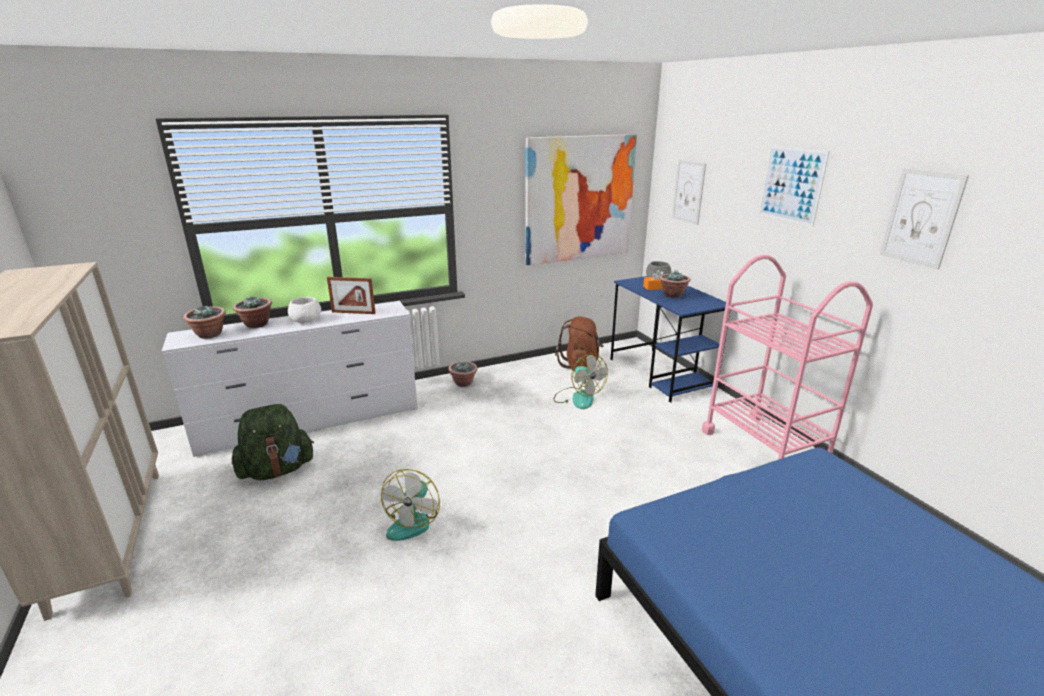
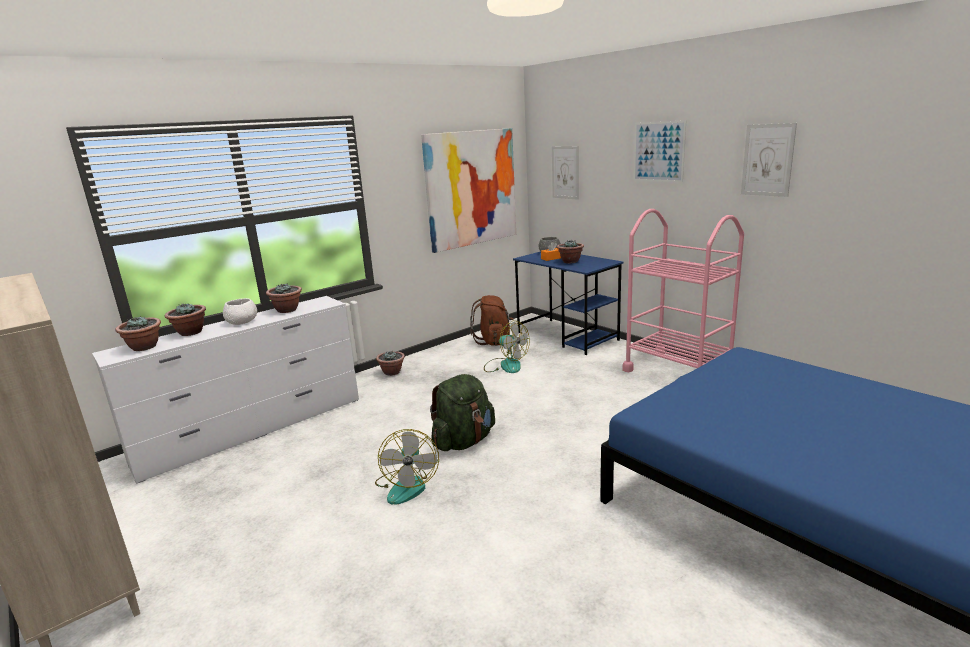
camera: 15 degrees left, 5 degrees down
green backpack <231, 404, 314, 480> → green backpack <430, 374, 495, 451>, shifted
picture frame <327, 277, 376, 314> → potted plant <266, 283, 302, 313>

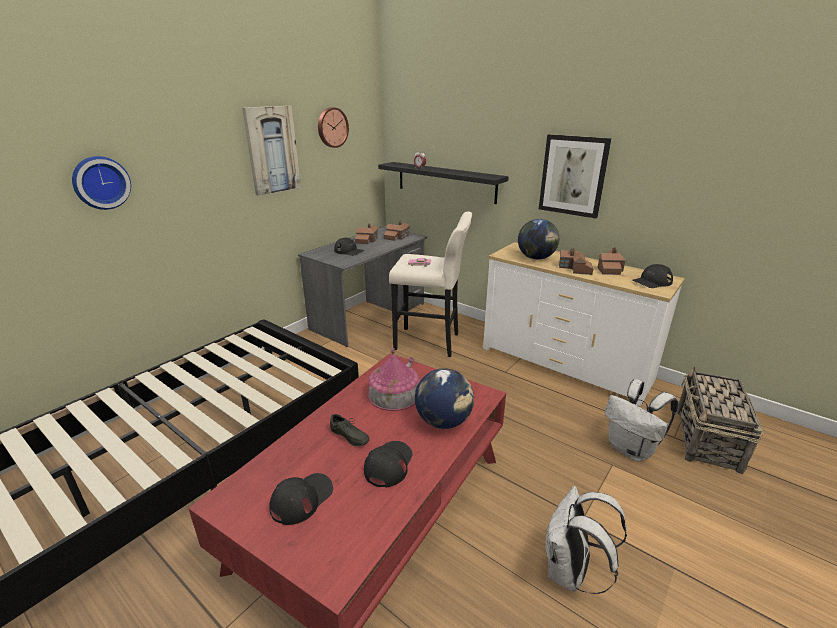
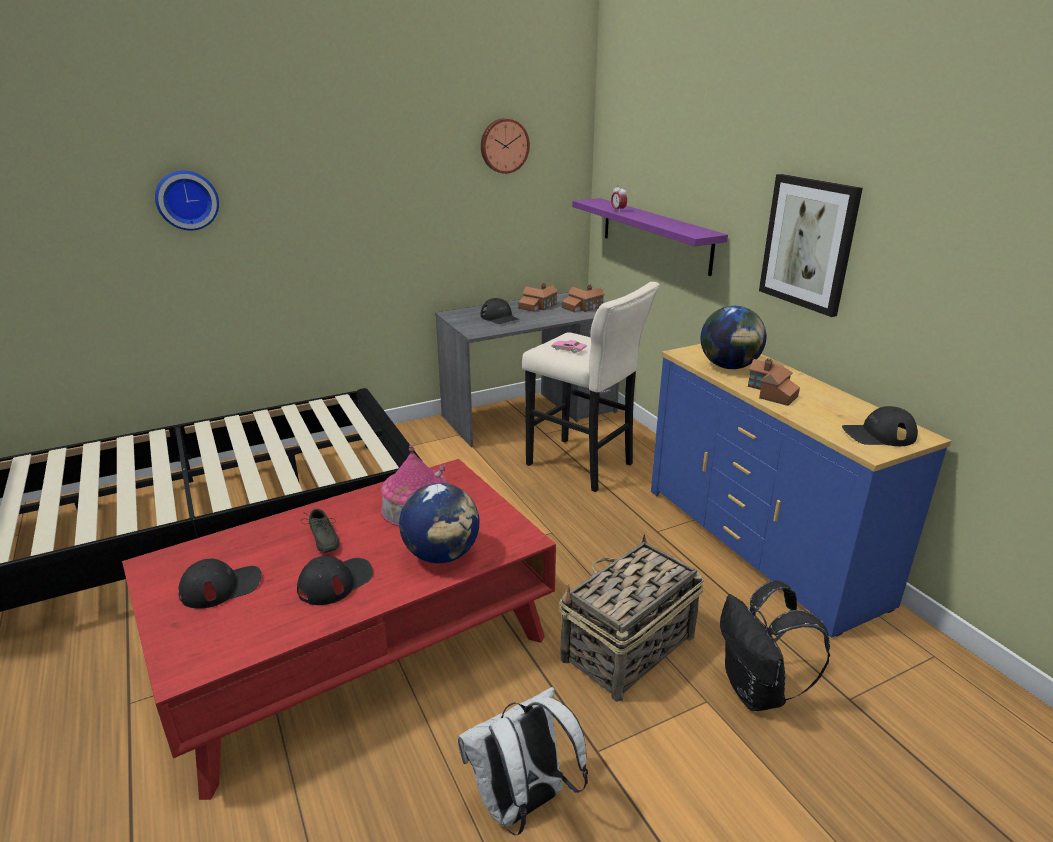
camera: 25 degrees right, 0 degrees up
picture <242, 106, 301, 196> → -
toy house <597, 247, 627, 275> → -
basket <676, 367, 763, 474> → basket <559, 534, 704, 702>, shifted
black shelf <378, 162, 509, 204> → purple shelf <572, 198, 728, 276>
white dresser <483, 242, 685, 406> → blue dresser <651, 344, 951, 638>
white backpack <605, 379, 679, 462> → black backpack <720, 580, 830, 711>

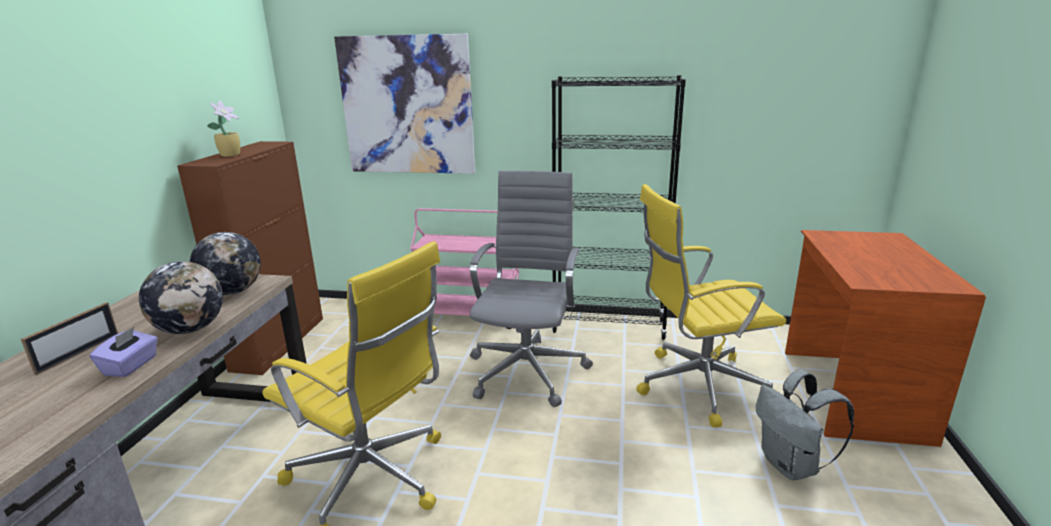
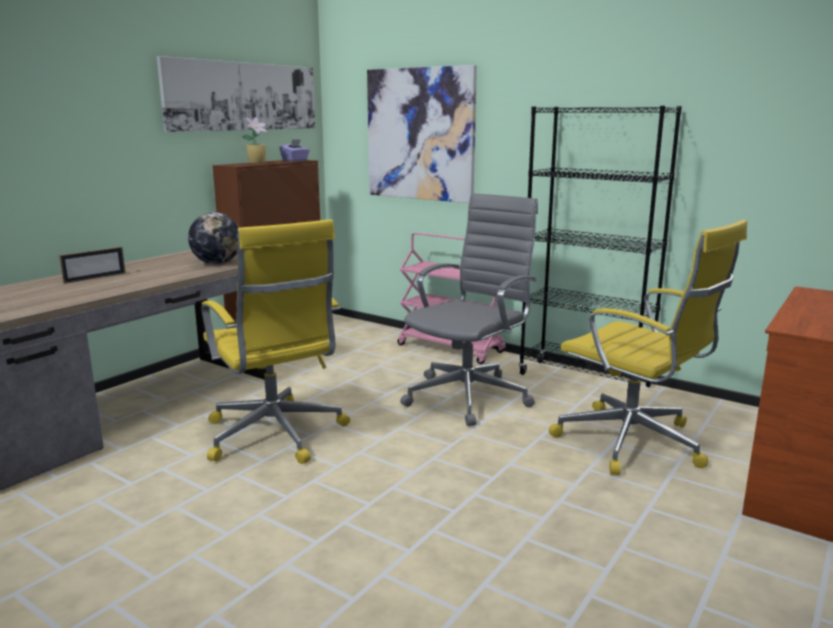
camera: 25 degrees right, 5 degrees down
globe <139, 261, 223, 334> → -
grey backpack <756, 370, 854, 480> → -
- → picture <157, 56, 315, 132>
purple tissue box <90, 327, 158, 377> → purple tissue box <280, 139, 310, 162>, shifted
yellow office chair <636, 184, 786, 427> → yellow office chair <549, 220, 747, 475>, 150 degrees counterclockwise

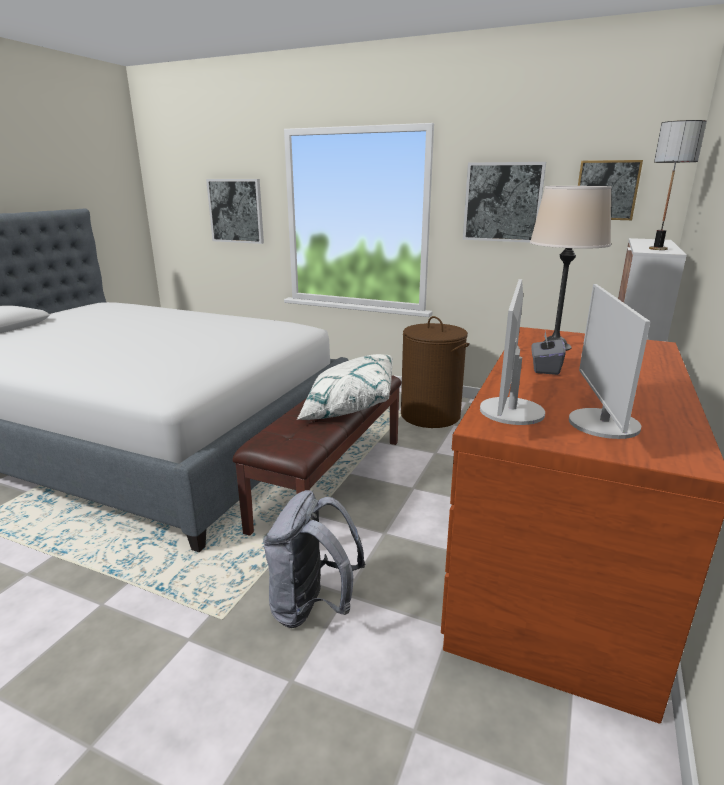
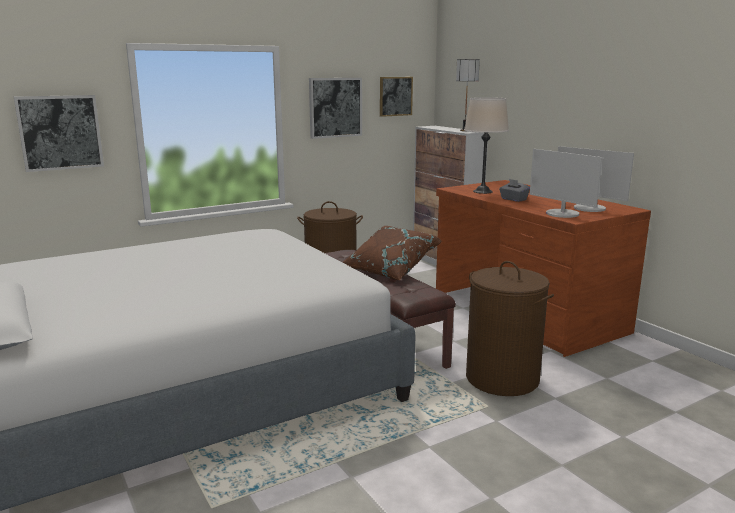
camera: 55 degrees left, 5 degrees down
grey backpack <263, 490, 365, 628> → brown laundry basket <466, 261, 554, 396>
white pillow <296, 354, 393, 420> → brown pillow <342, 226, 442, 280>

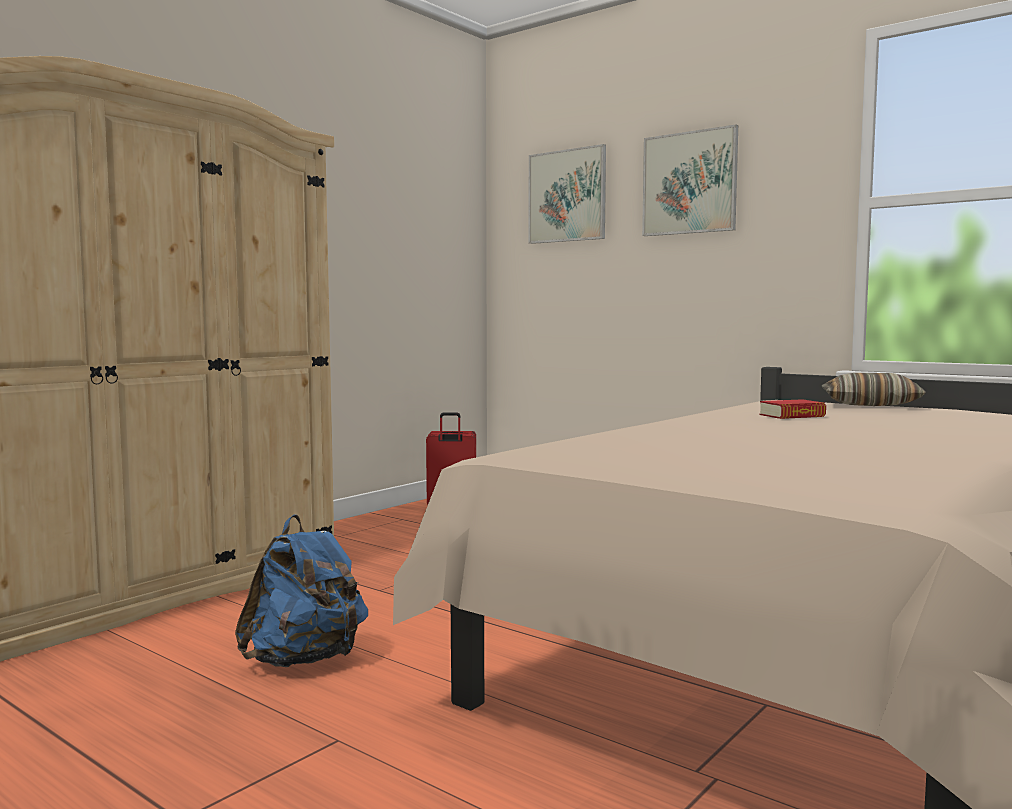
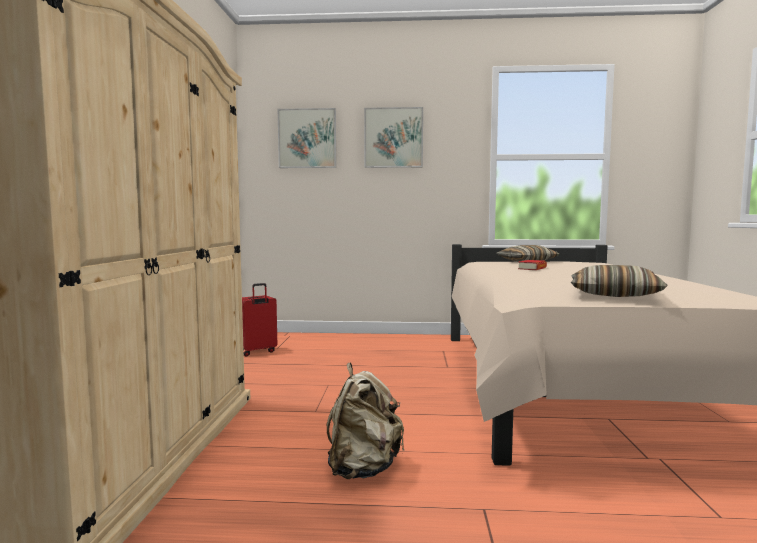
camera: 35 degrees left, 0 degrees up
- → pillow <570, 265, 668, 297>
blue backpack <235, 515, 368, 667> → beige backpack <327, 363, 404, 479>

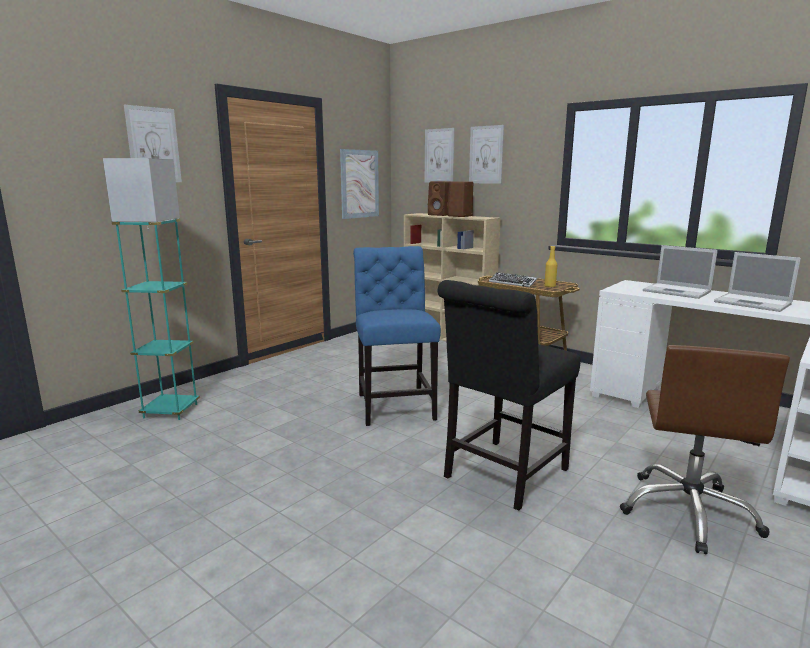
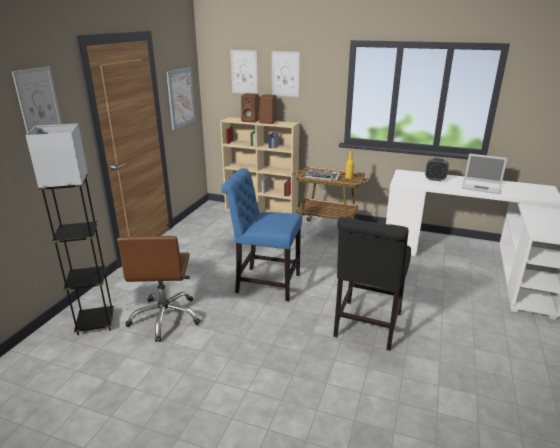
camera: 20 degrees left, 10 degrees up
brown office chair <620, 345, 790, 554> → brown office chair <117, 236, 201, 342>, shifted
laptop <643, 245, 718, 299> → alarm clock <425, 158, 449, 181>
turquoise floor lamp <103, 158, 200, 420> → grey floor lamp <25, 124, 114, 335>
blue chair <353, 246, 441, 426> → blue chair <221, 168, 302, 301>, 45 degrees counterclockwise

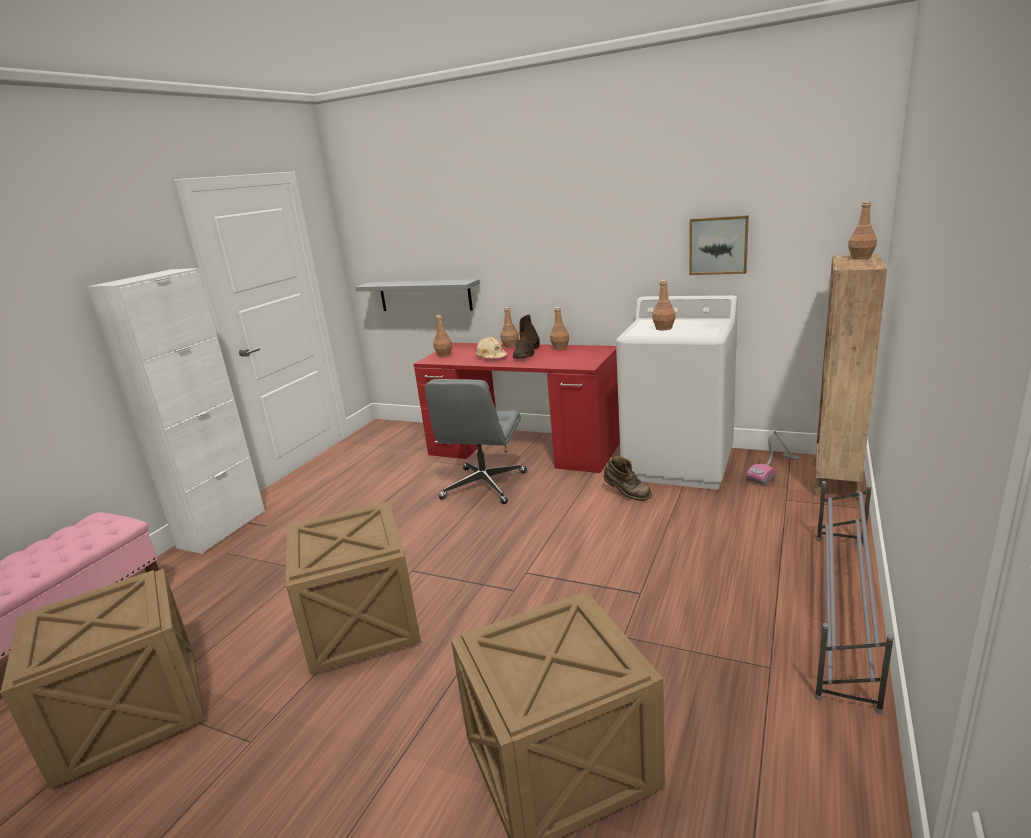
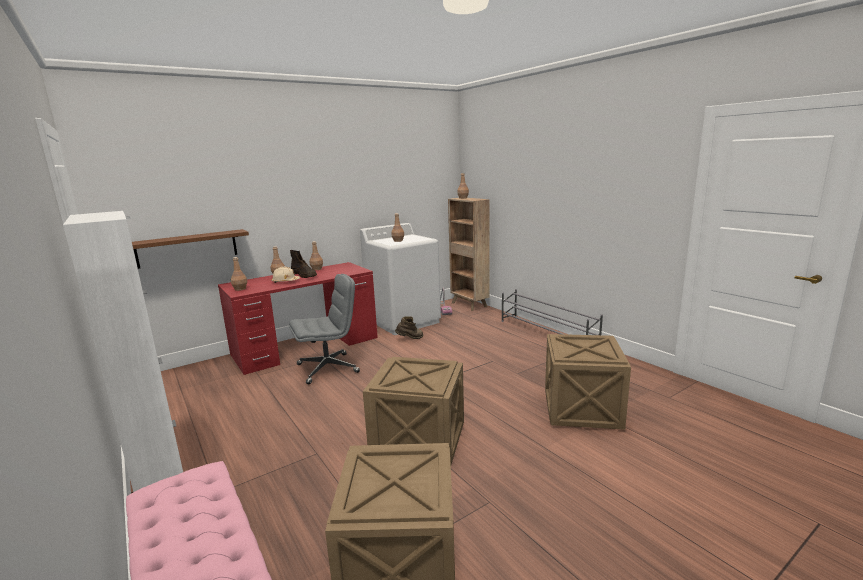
camera: 60 degrees left, 5 degrees down
picture <689, 215, 749, 275> → -
grey shelf <355, 279, 480, 311> → brown shelf <132, 229, 249, 269>
grey office chair <425, 379, 527, 504> → grey office chair <289, 274, 360, 384>, 75 degrees counterclockwise

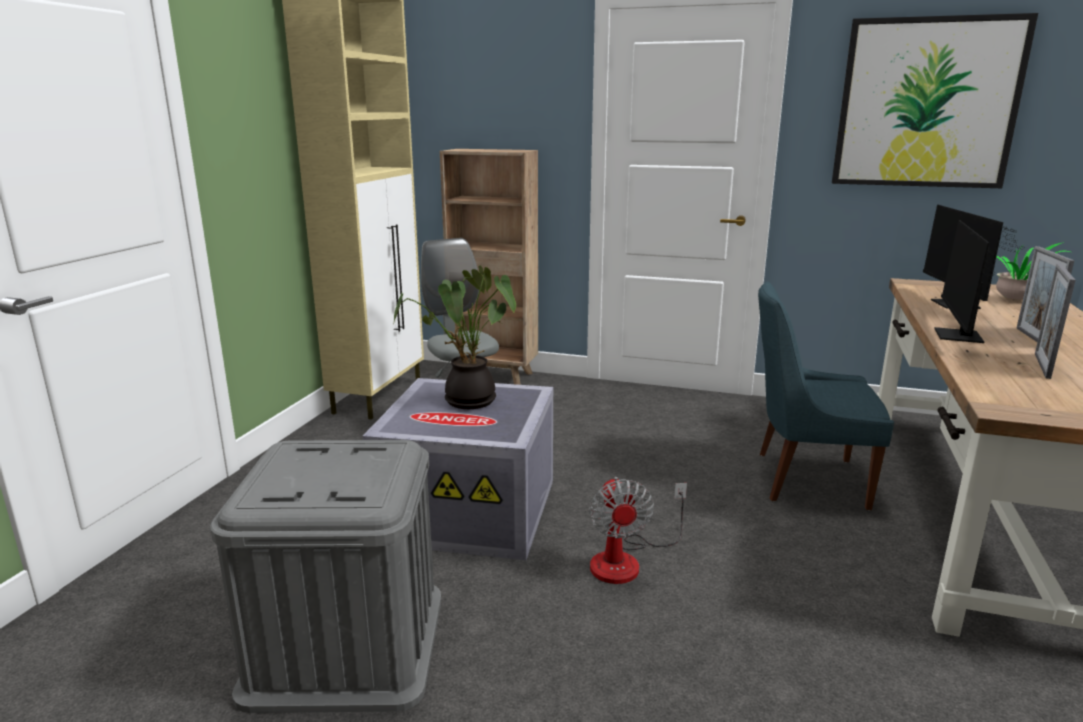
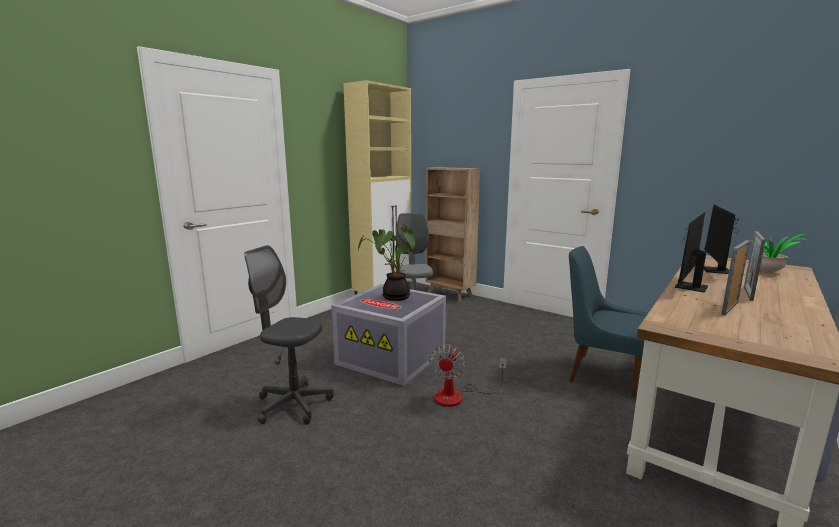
camera: 20 degrees right, 5 degrees down
picture <832, 13, 1038, 188> → -
grey storage box <210, 440, 441, 713> → grey office chair <244, 245, 334, 424>

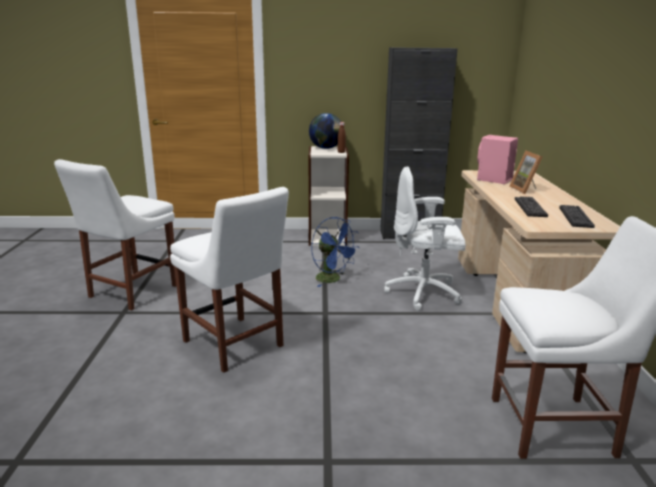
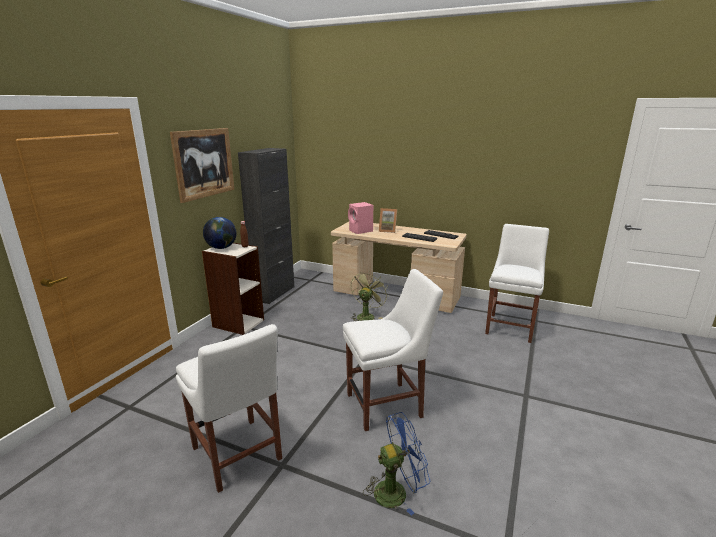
camera: 65 degrees left, 0 degrees up
- → picture <170, 128, 235, 203>
blue fan <312, 217, 360, 287> → blue fan <363, 412, 430, 516>, shifted
white office chair <384, 166, 466, 311> → green fan <351, 271, 389, 321>

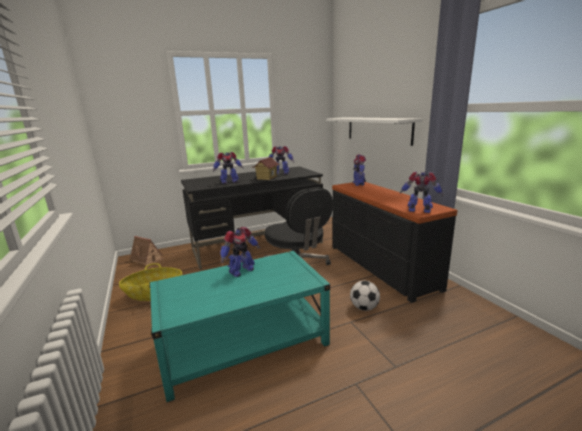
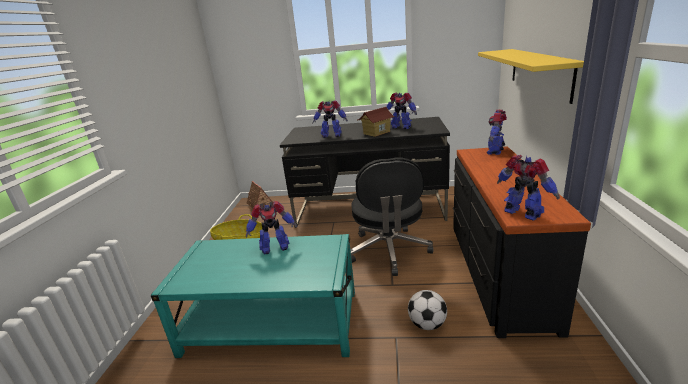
camera: 30 degrees right, 5 degrees up
white shelf <326, 117, 423, 146> → yellow shelf <478, 49, 584, 104>

